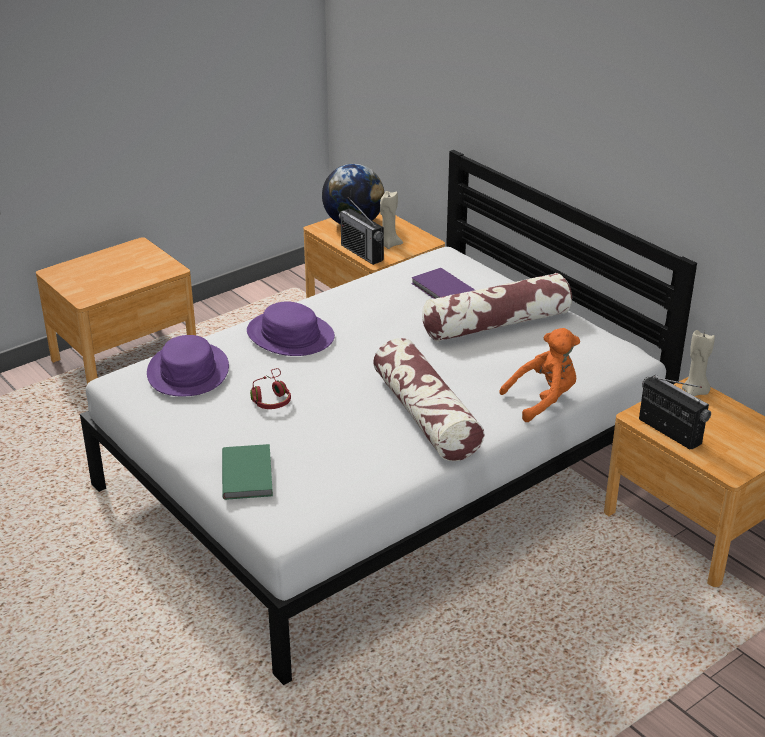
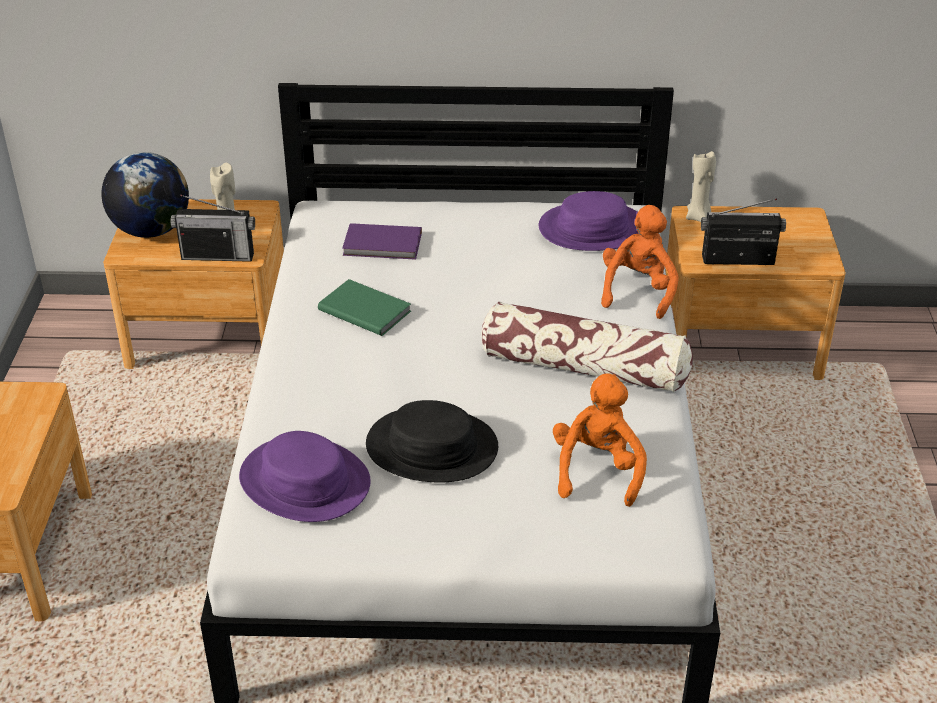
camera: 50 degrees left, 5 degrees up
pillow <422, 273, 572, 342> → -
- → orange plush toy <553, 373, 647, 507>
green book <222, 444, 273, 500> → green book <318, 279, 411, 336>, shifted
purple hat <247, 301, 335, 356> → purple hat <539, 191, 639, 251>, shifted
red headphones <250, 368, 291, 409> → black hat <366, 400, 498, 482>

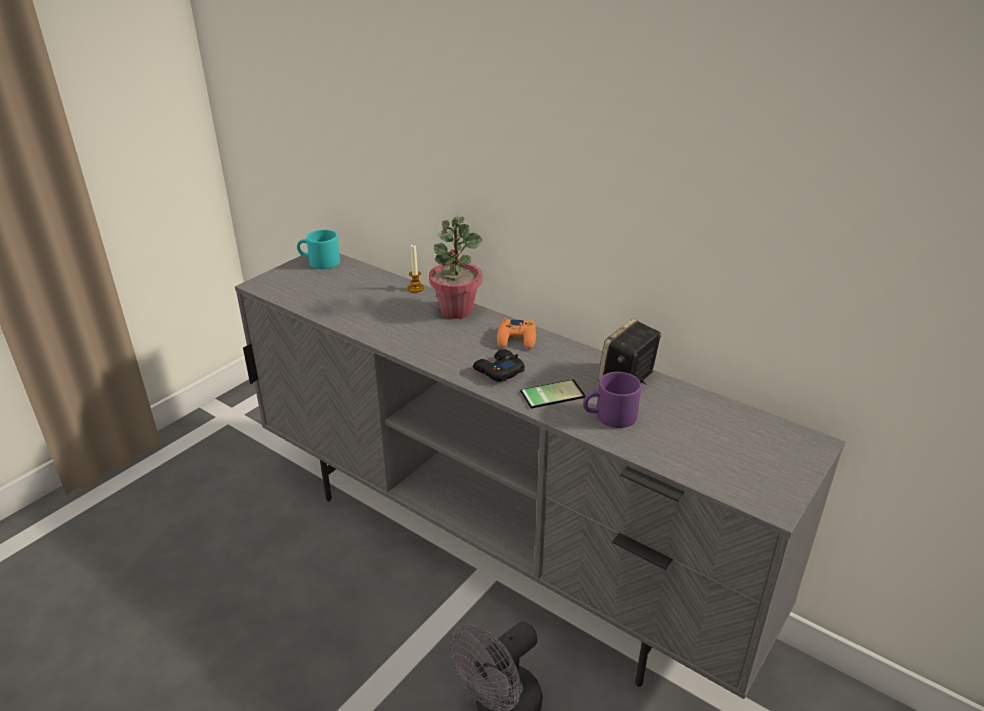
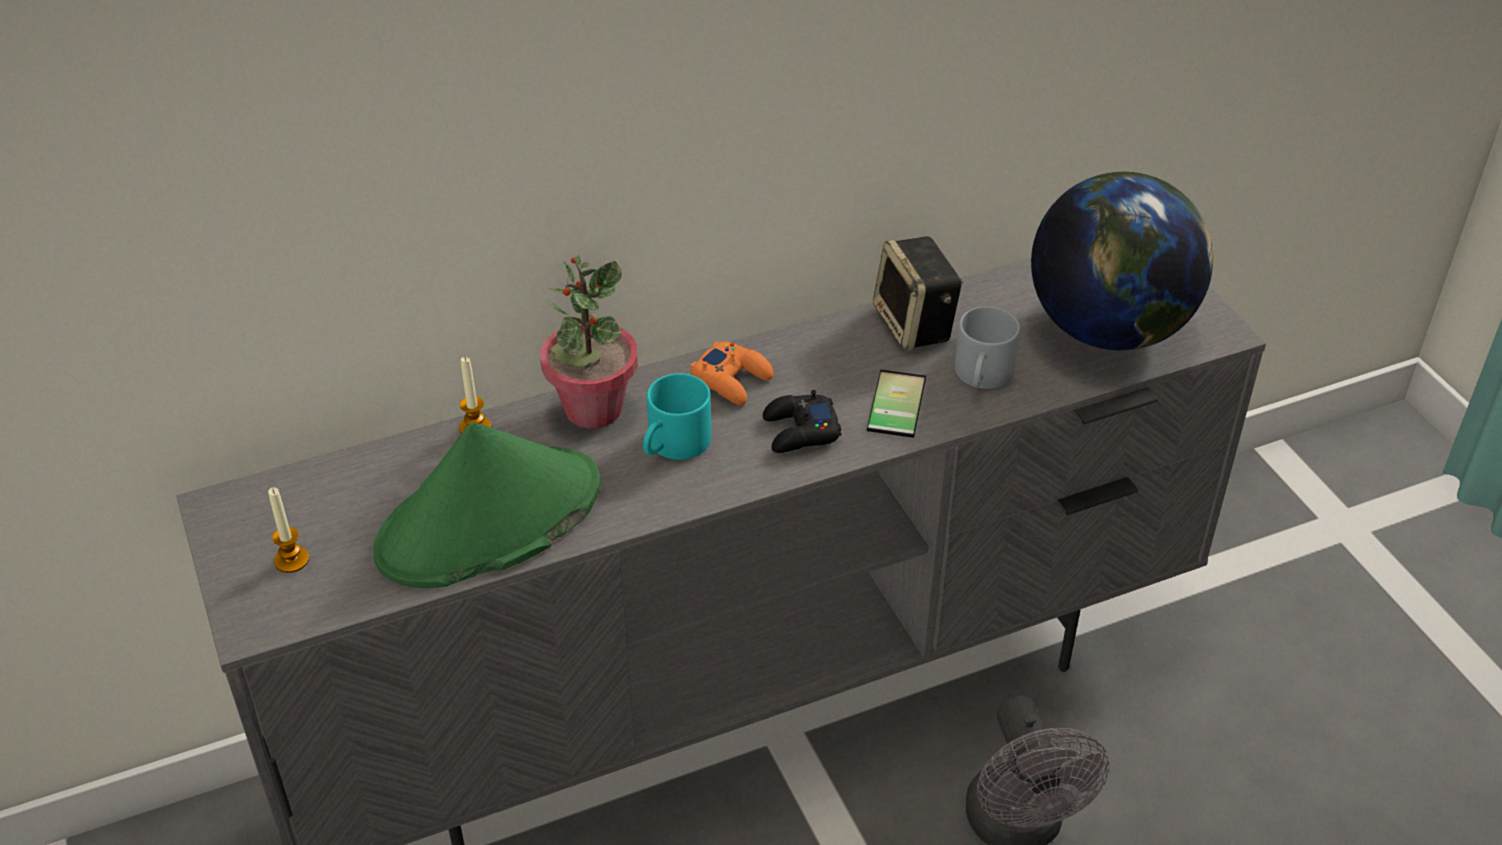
camera: 60 degrees left, 10 degrees up
- → candle <268, 487, 309, 573>
- → green hat <373, 422, 600, 588>
- → globe <1031, 172, 1213, 350>
turquoise mug <297, 230, 340, 269> → turquoise mug <643, 373, 711, 460>, shifted
purple mug <583, 372, 641, 428> → grey mug <955, 306, 1020, 389>

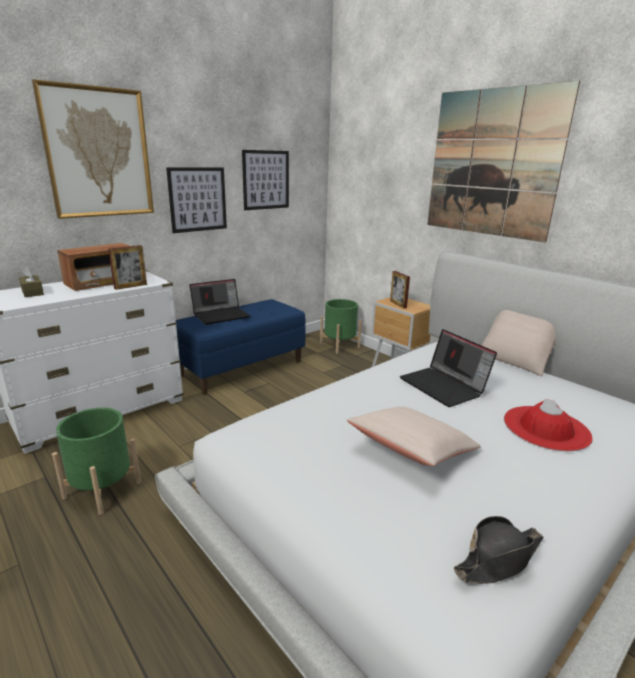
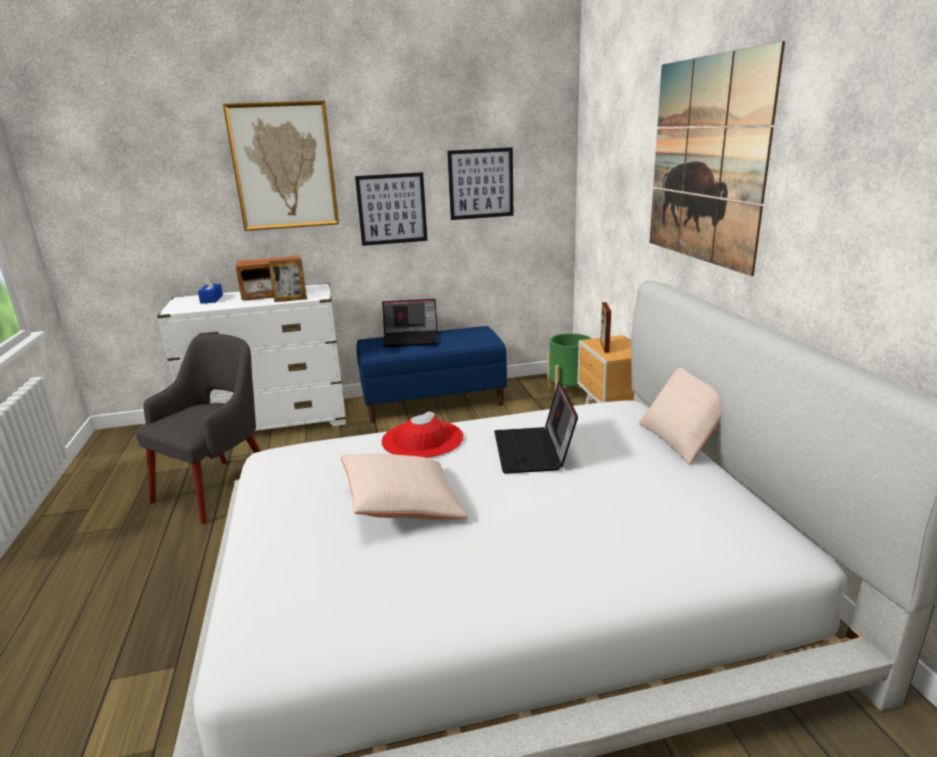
camera: 30 degrees right, 0 degrees up
black hat <453, 516, 544, 584> → -
red hat <504, 399, 593, 451> → red hat <381, 411, 464, 458>, shifted
green planter <52, 408, 141, 515> → grey armchair <136, 334, 261, 524>
brown tissue box <19, 266, 44, 297> → blue tissue box <198, 276, 223, 304>

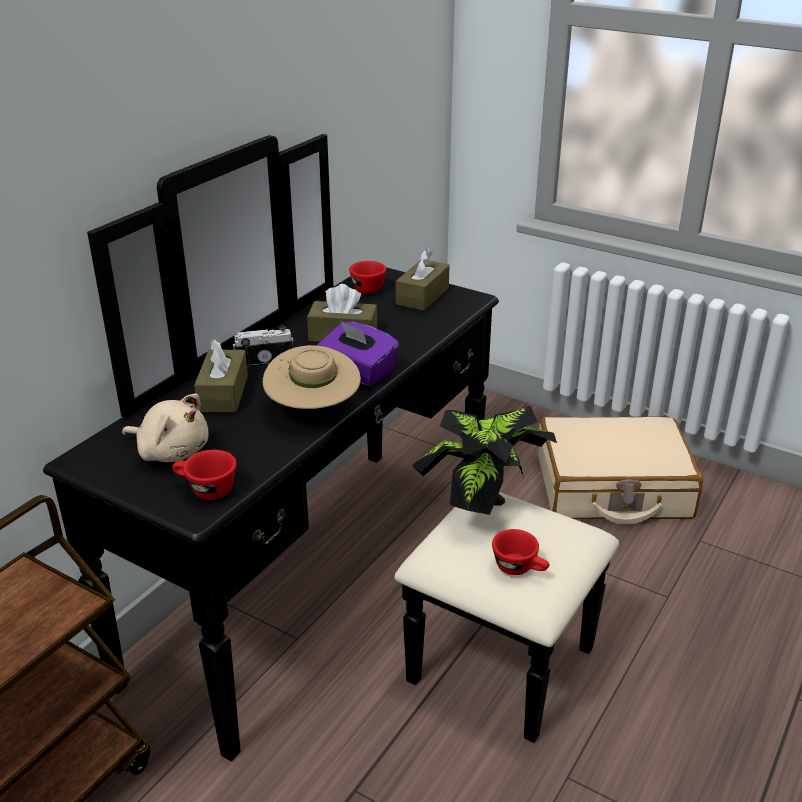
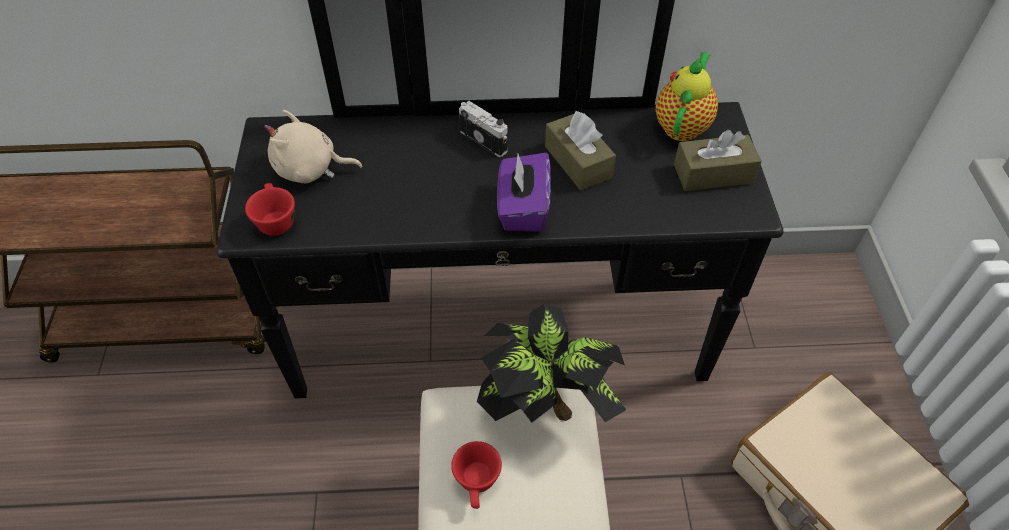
camera: 55 degrees right, 20 degrees up
brown tissue box <194, 339, 248, 413> → -
beige hat <263, 345, 361, 415> → -
red cup <349, 261, 386, 294> → teapot <656, 52, 718, 141>
beige plush toy <122, 394, 208, 462> → beige plush toy <264, 110, 363, 183>, 105 degrees clockwise

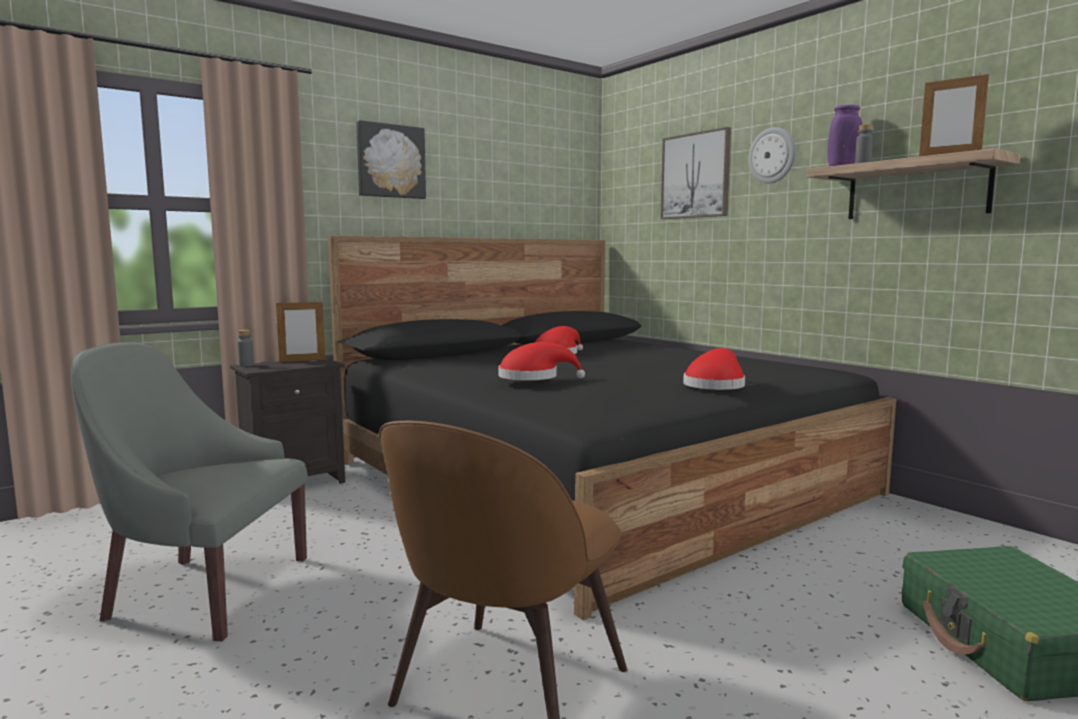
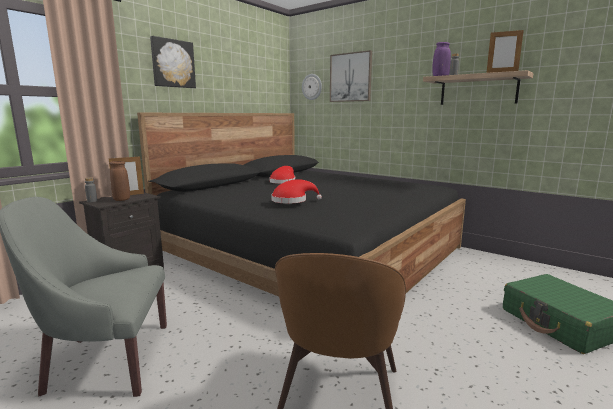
camera: 15 degrees left, 5 degrees up
red hat <683, 348, 745, 390> → -
- → brown vase <109, 161, 130, 201>
wall clock <749, 127, 796, 183> → wall clock <302, 74, 322, 100>, shifted

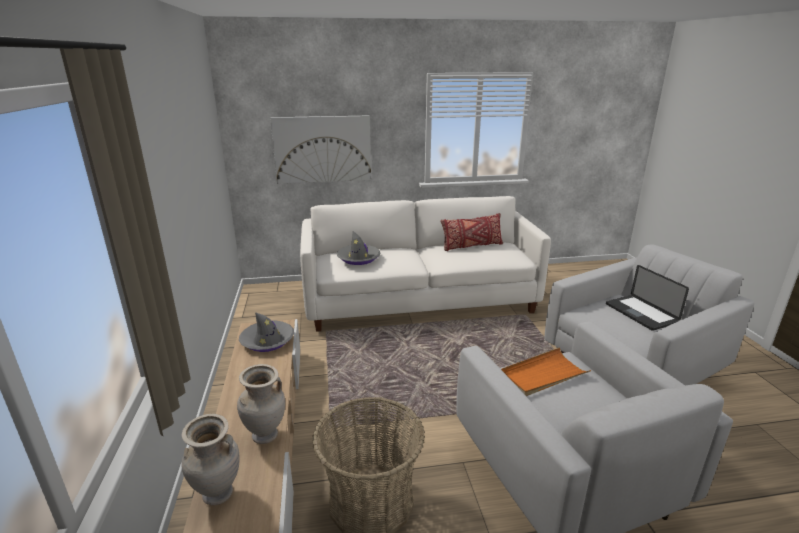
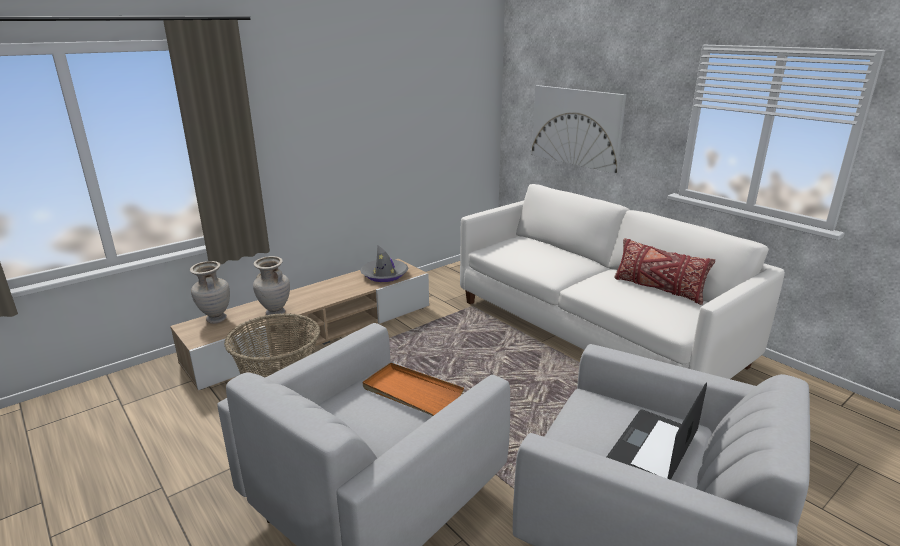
camera: 60 degrees right, 0 degrees up
grey hat <336, 231, 381, 265> → -

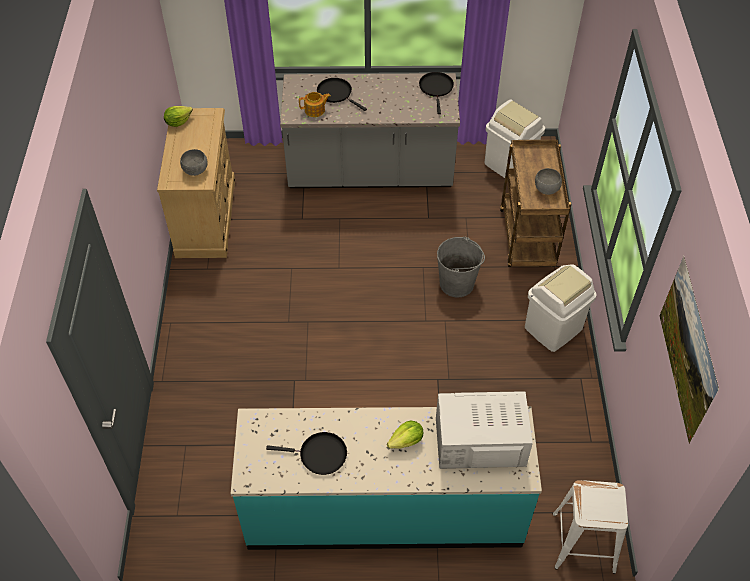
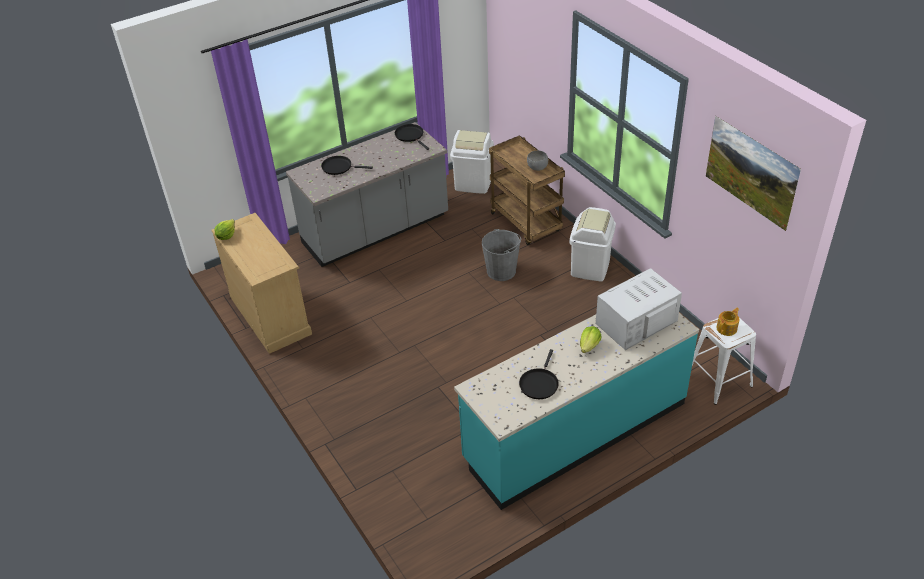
camera: 30 degrees left, 10 degrees down
grey bowl <180, 149, 208, 176> → -
teapot <299, 92, 331, 117> → teapot <716, 308, 739, 336>, shifted
black frying pan <266, 432, 347, 475> → black frying pan <519, 349, 559, 399>, 135 degrees clockwise

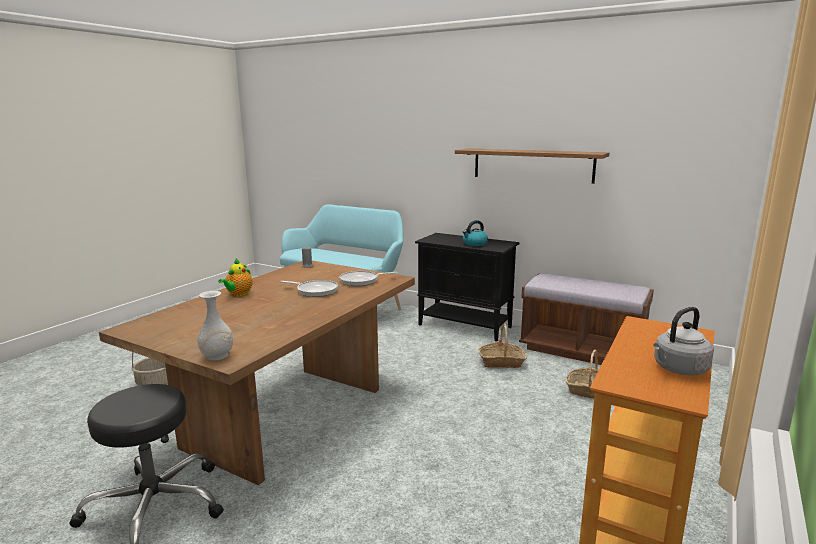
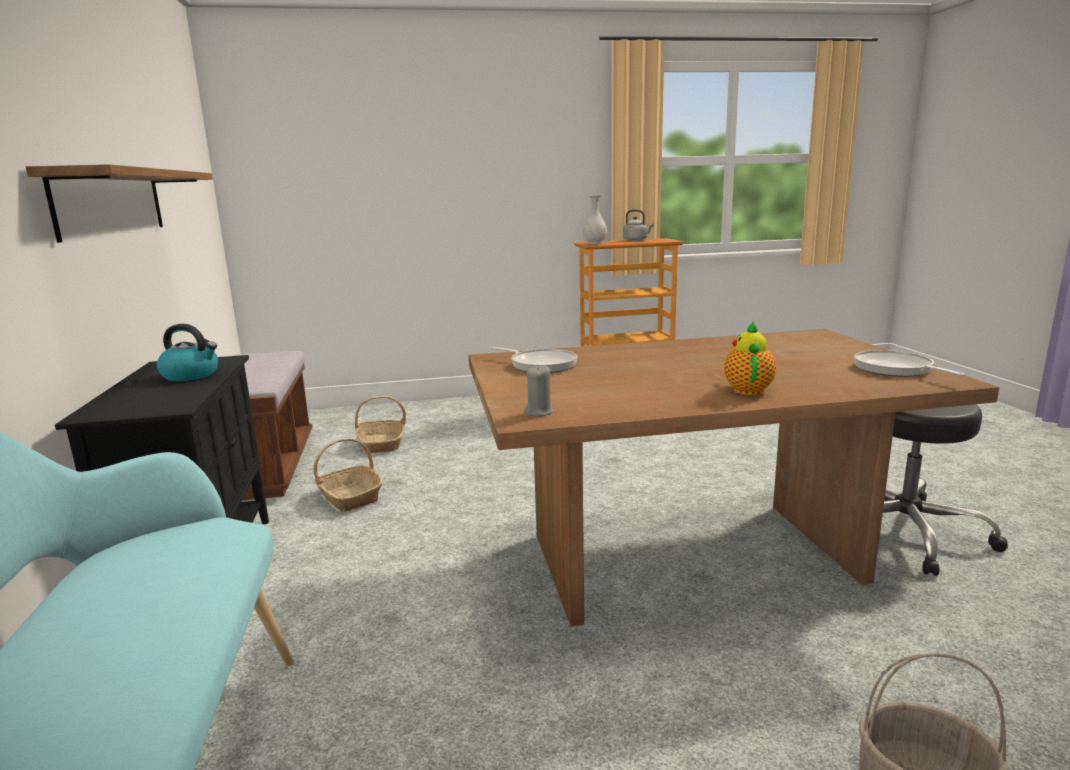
camera: 130 degrees left, 0 degrees up
white vase <197, 291, 233, 361> → white vase <583, 195, 607, 244>, shifted
frying pan <280, 280, 338, 297> → frying pan <854, 350, 965, 377>, shifted
teapot <218, 259, 253, 297> → teapot <724, 321, 776, 395>, 60 degrees counterclockwise

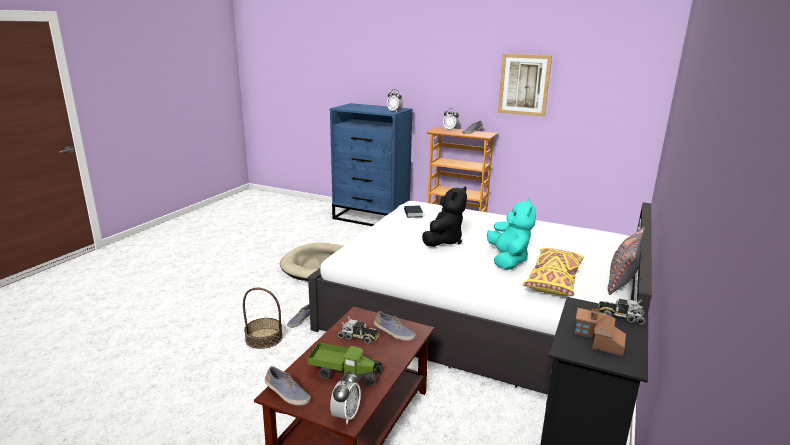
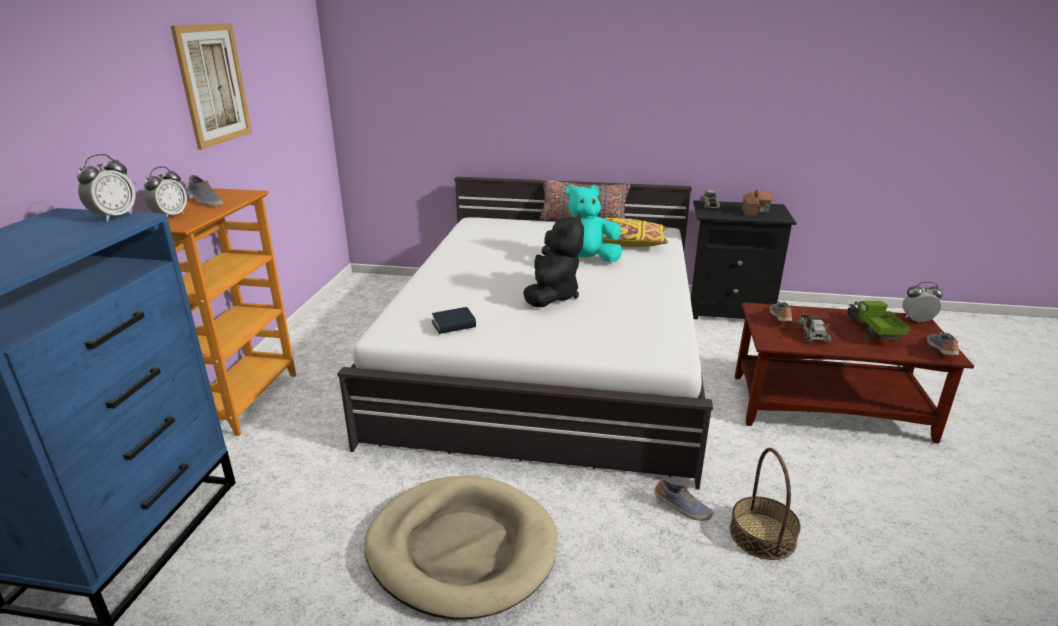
camera: 105 degrees left, 5 degrees up
black plush toy <422, 186, 467, 247> → black plush toy <523, 213, 584, 307>, 90 degrees clockwise

